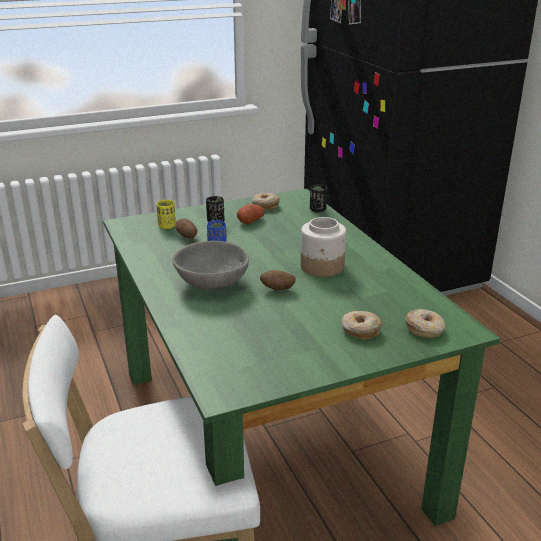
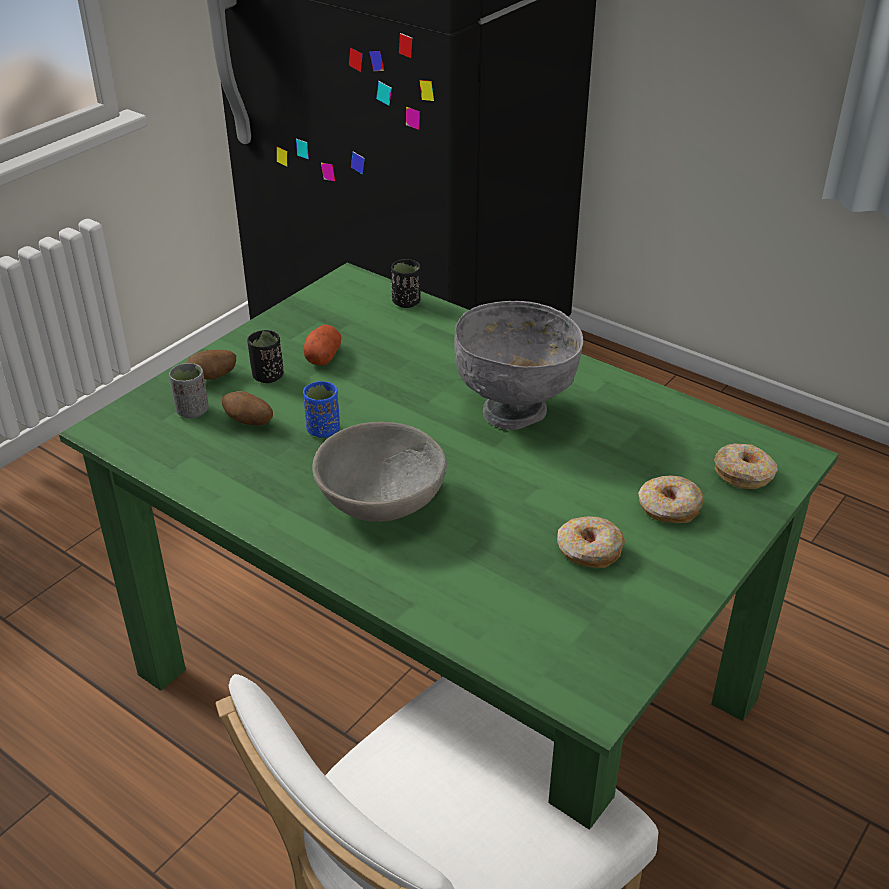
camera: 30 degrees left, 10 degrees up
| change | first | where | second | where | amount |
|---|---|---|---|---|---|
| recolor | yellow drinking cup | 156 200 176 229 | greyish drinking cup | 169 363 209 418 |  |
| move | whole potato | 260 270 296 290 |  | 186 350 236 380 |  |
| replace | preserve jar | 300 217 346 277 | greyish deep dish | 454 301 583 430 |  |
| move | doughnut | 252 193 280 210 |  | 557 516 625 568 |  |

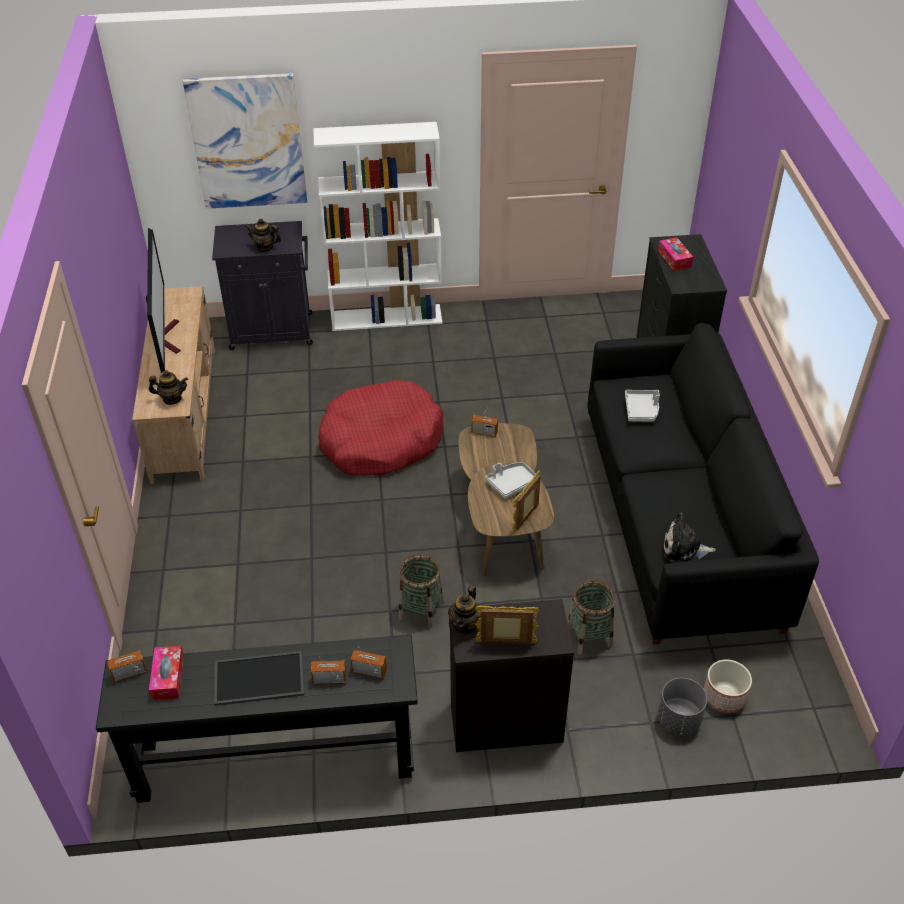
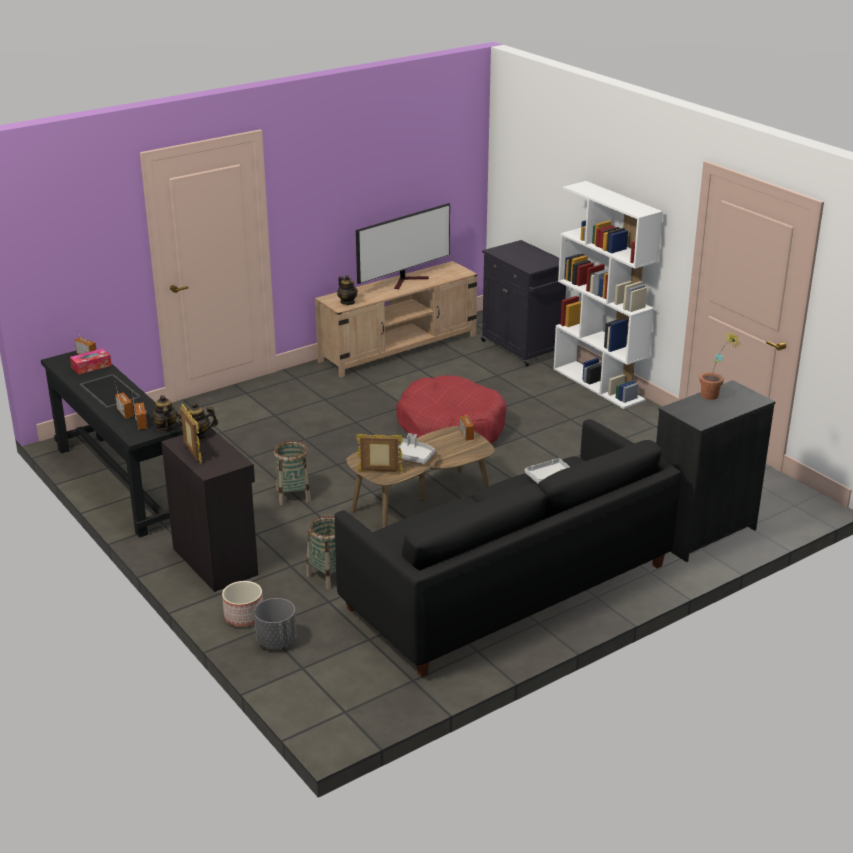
camera: 60 degrees right, 15 degrees down
| change | first | where | second | where | amount |
|---|---|---|---|---|---|
| move | pot for tea | 245 219 281 252 |  | 151 395 178 432 |  |
| move | plant pot | 704 659 752 713 |  | 222 581 263 627 |  |
| replace | box of tissues | 658 237 693 271 | houseplant | 699 331 741 400 |  |
| delete | wall art | 183 73 307 209 |  |  |  |
| delete | soft toy | 663 513 716 563 |  |  |  |

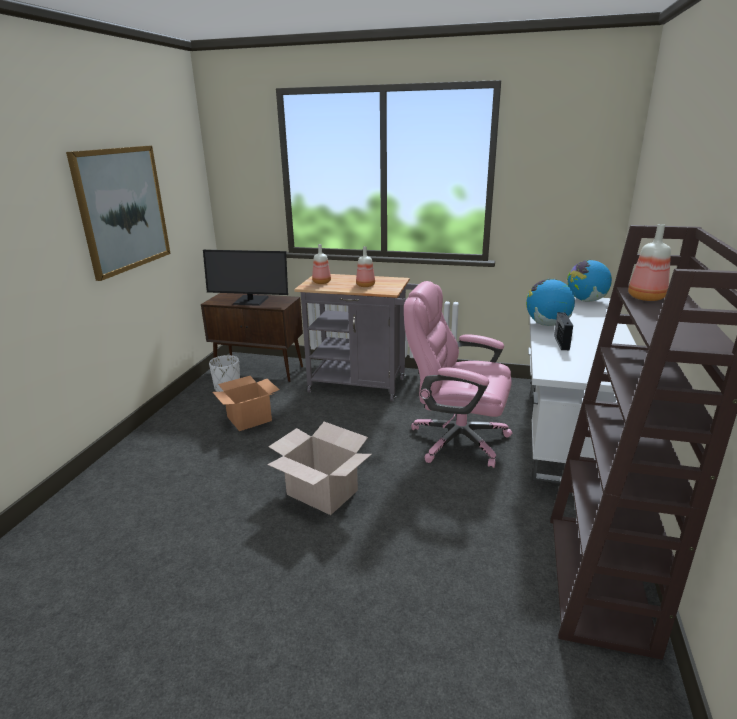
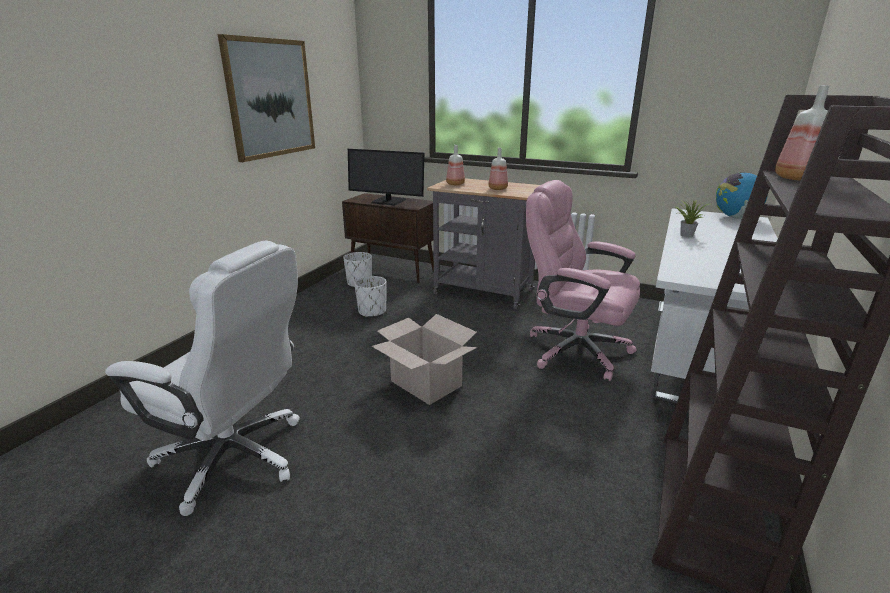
camera: 10 degrees right, 0 degrees up
| change | first | where | second | where | amount |
|---|---|---|---|---|---|
| insert |  |  | white desk chair | 105 241 300 516 |  |
| replace | carton | 212 376 280 431 | white plant pot | 354 276 387 317 |  |
| replace | desk globe | 526 279 575 326 | houseplant | 674 200 709 237 |  |
| delete | radio set | 554 312 573 350 |  |  |  |

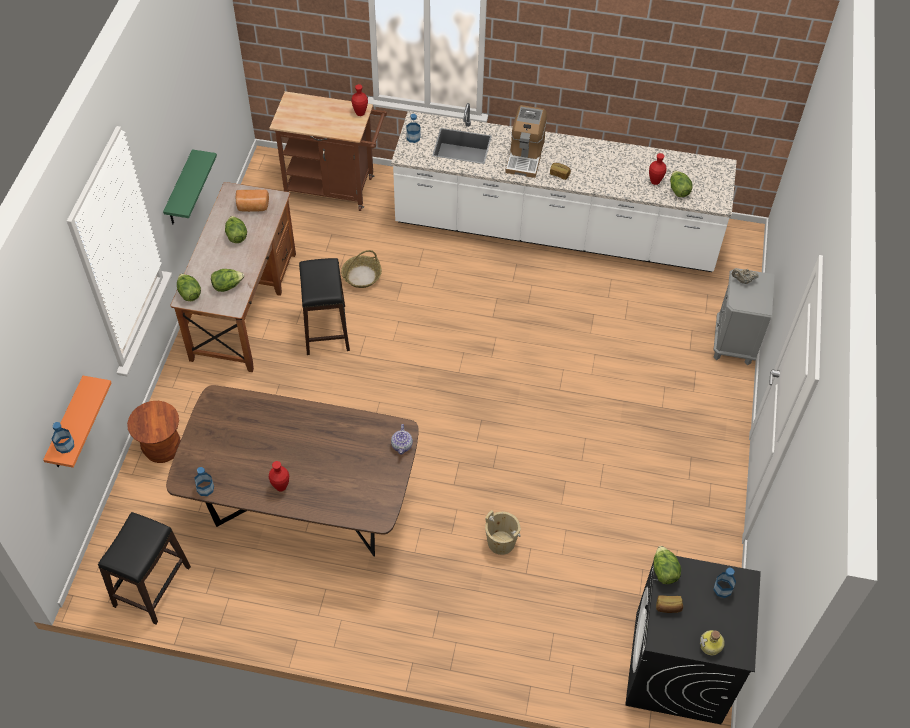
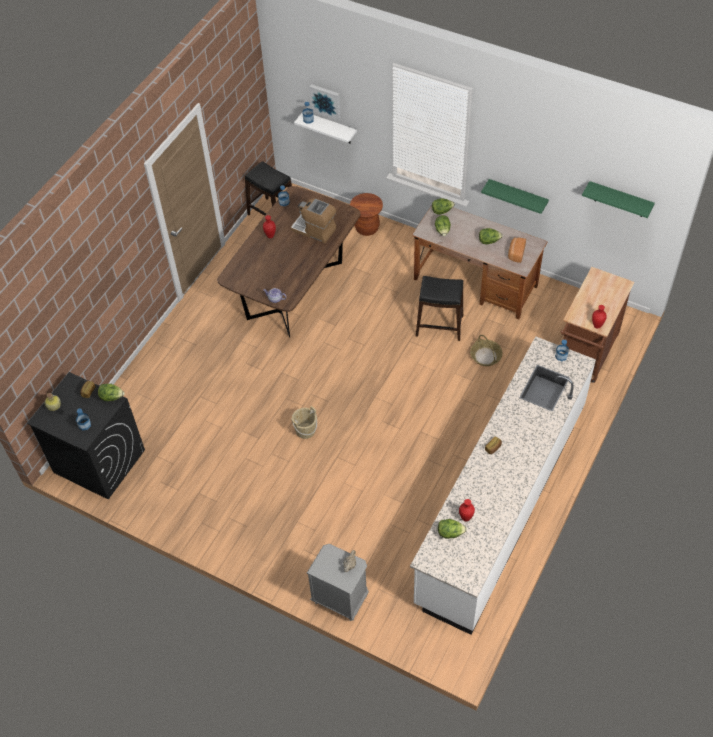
camera: 110 degrees right, 0 degrees up
| change | first | where | second | where | amount |
|---|---|---|---|---|---|
| move | coffee machine | 505 105 547 178 |  | 290 198 336 244 |  |
| move | beige-coloured bucket | 485 510 521 555 |  | 291 406 317 439 |  |
| recolor | orange-coloured wall shelf | 43 376 111 468 | white wall shelf | 294 113 357 143 |  |
| insert |  |  | wall art | 309 84 341 120 |  |
| insert |  |  | green-coloured wall shelf | 582 181 655 218 |  |

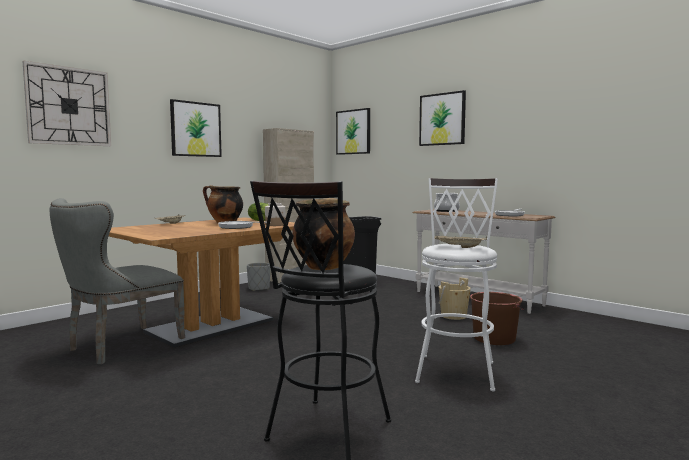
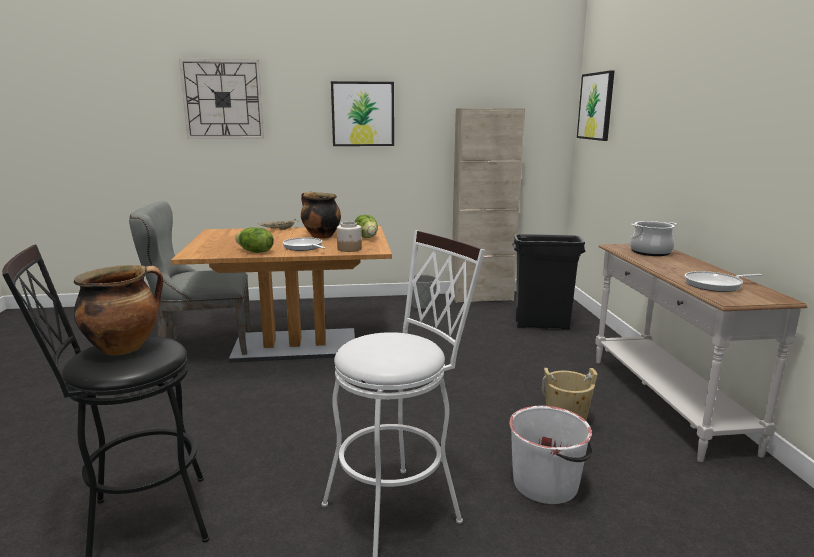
camera: 40 degrees right, 10 degrees up
| change | first | where | second | where | amount |
|---|---|---|---|---|---|
| insert |  |  | lettuce head | 235 227 274 253 |  |
| recolor | brown-coloured bucket | 470 292 524 345 | white bucket | 509 406 592 504 |  |
| delete | wall art | 419 90 466 146 |  |  |  |
| delete | beige-coloured serving tray | 434 235 487 248 |  |  |  |

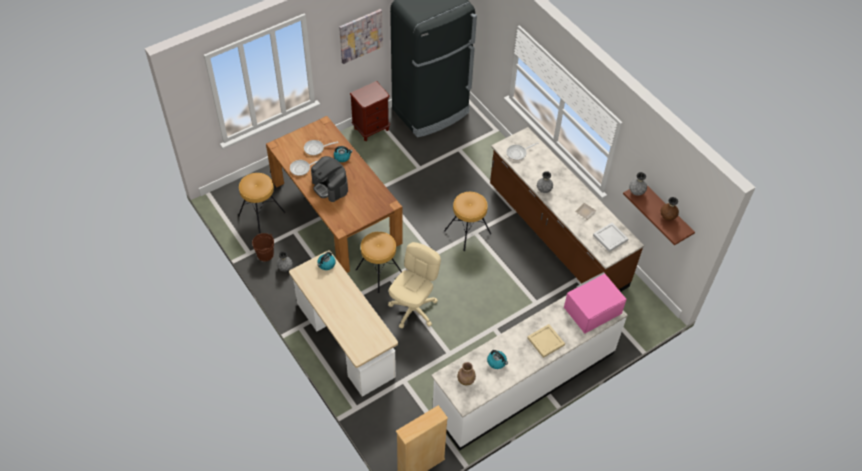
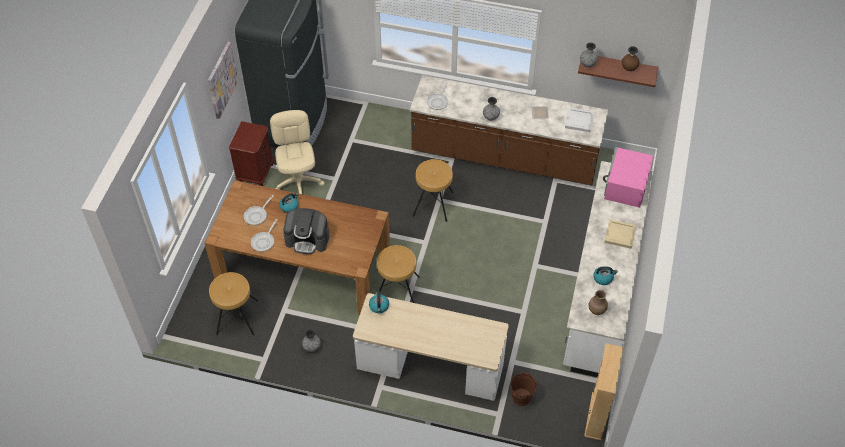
camera: 40 degrees left, 0 degrees up
| change | first | where | second | where | amount |
|---|---|---|---|---|---|
| move | beige-coloured desk chair | 388 242 441 329 |  | 270 110 325 194 |  |
| move | brown-coloured bucket | 252 233 274 261 |  | 511 371 537 406 |  |

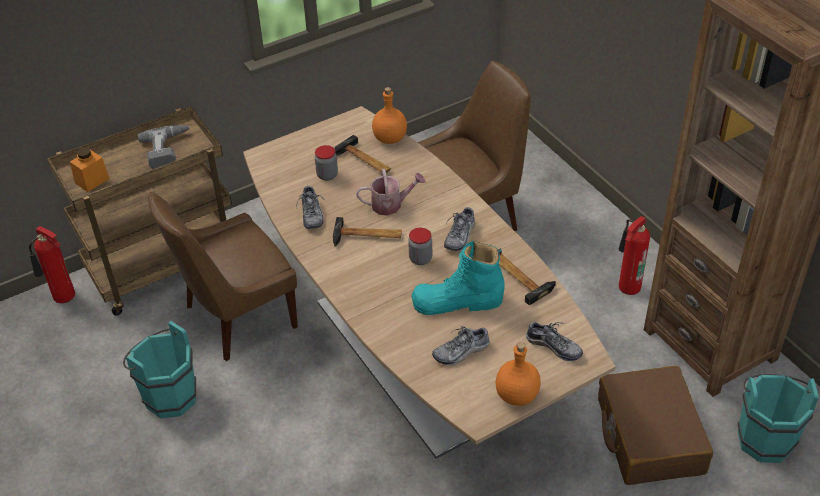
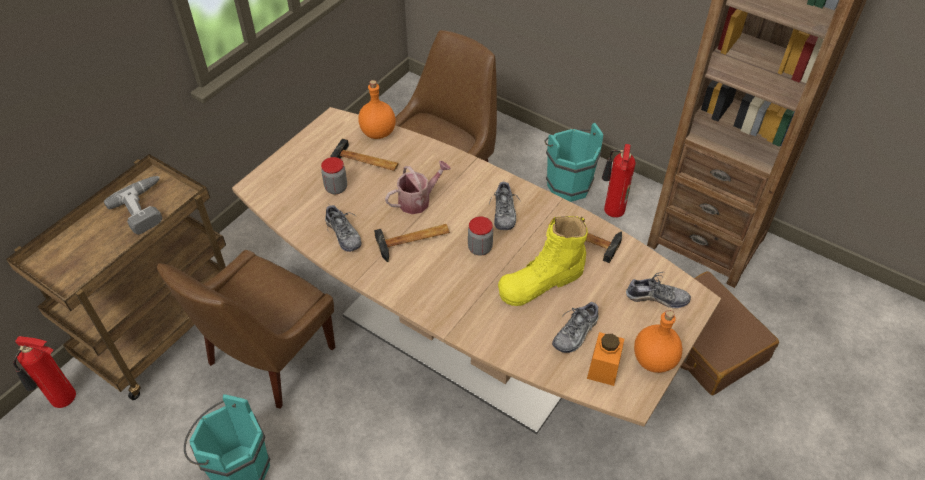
camera: 25 degrees left, 5 degrees up
| change | first | where | second | where | amount |
|---|---|---|---|---|---|
| recolor | blue-green high-top boot | 412 241 505 315 | yellow high-top boot | 498 216 588 306 |  |
| move | blue-green bucket | 738 374 819 463 |  | 545 123 603 202 |  |
| move | orange-coloured preserve jar | 70 147 110 192 |  | 587 332 624 386 |  |

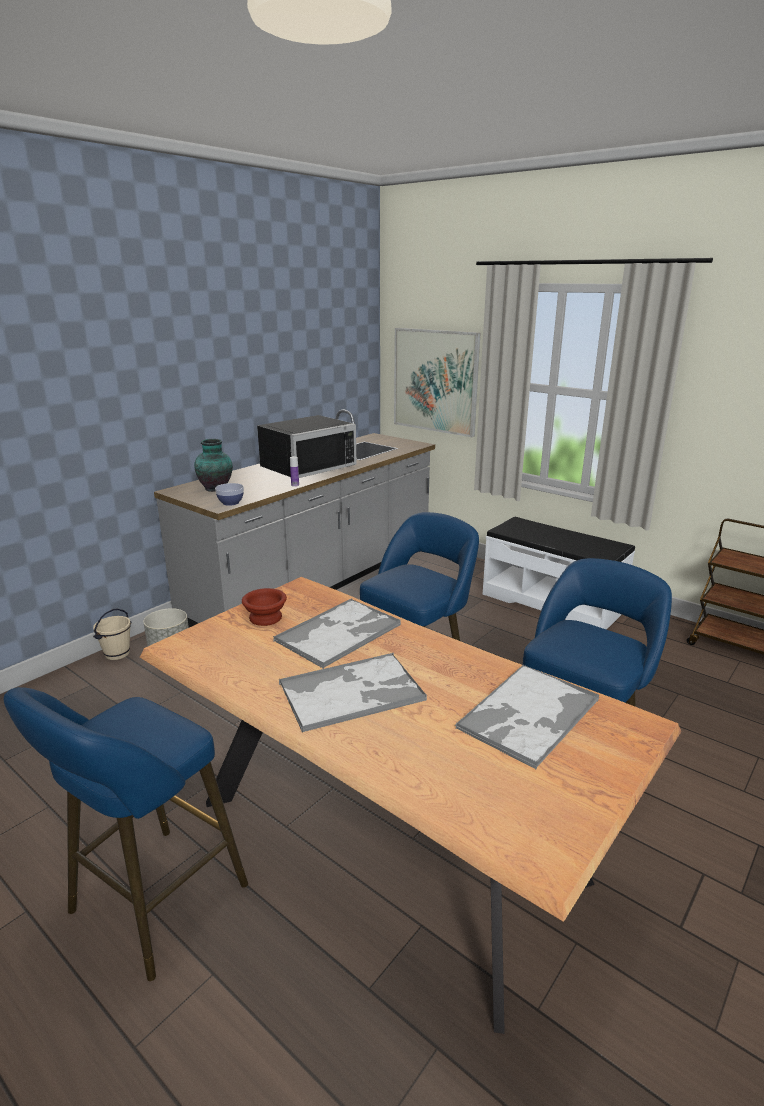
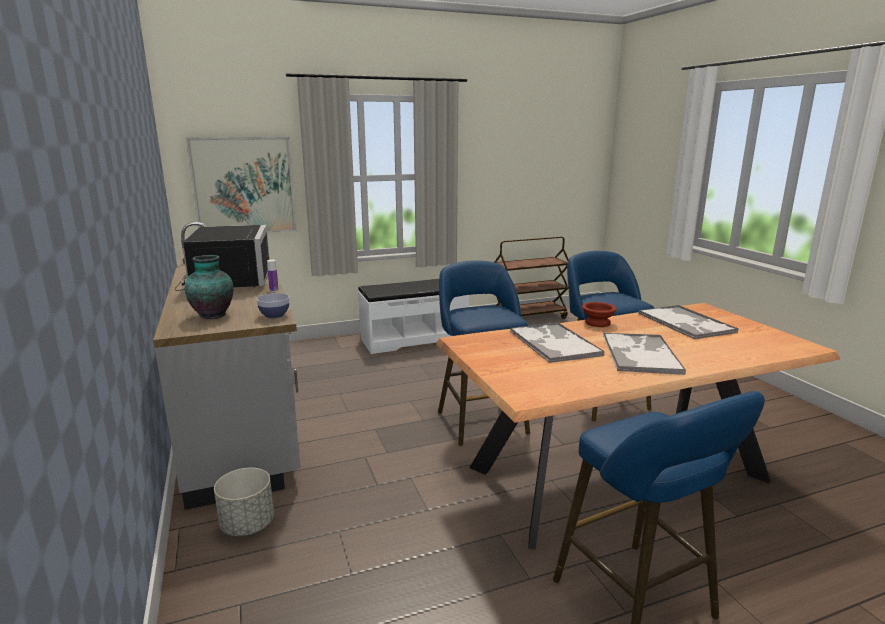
camera: 60 degrees left, 5 degrees down
| change | first | where | second | where | amount |
|---|---|---|---|---|---|
| move | brown-coloured deep dish | 242 588 287 626 |  | 582 302 617 327 |  |
| delete | beige-coloured bucket | 93 609 131 660 |  |  |  |

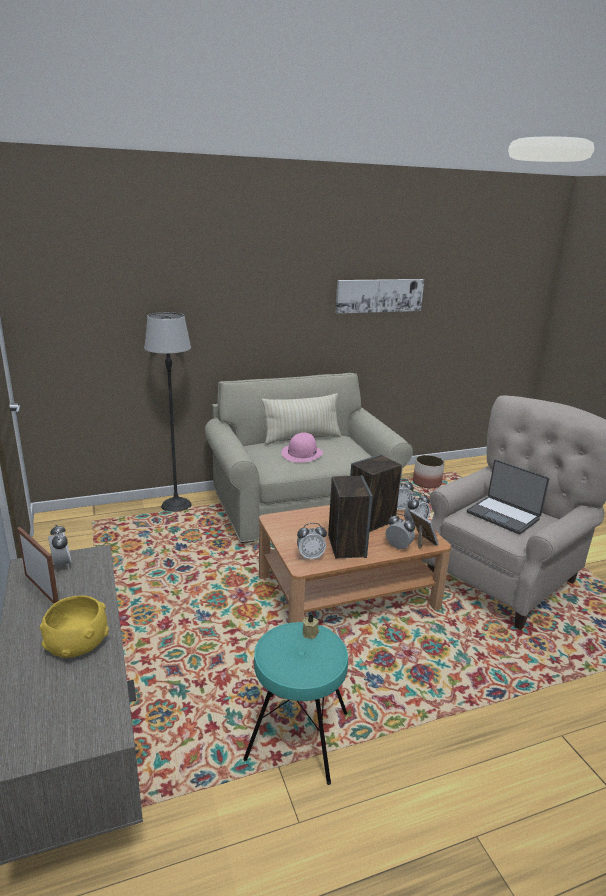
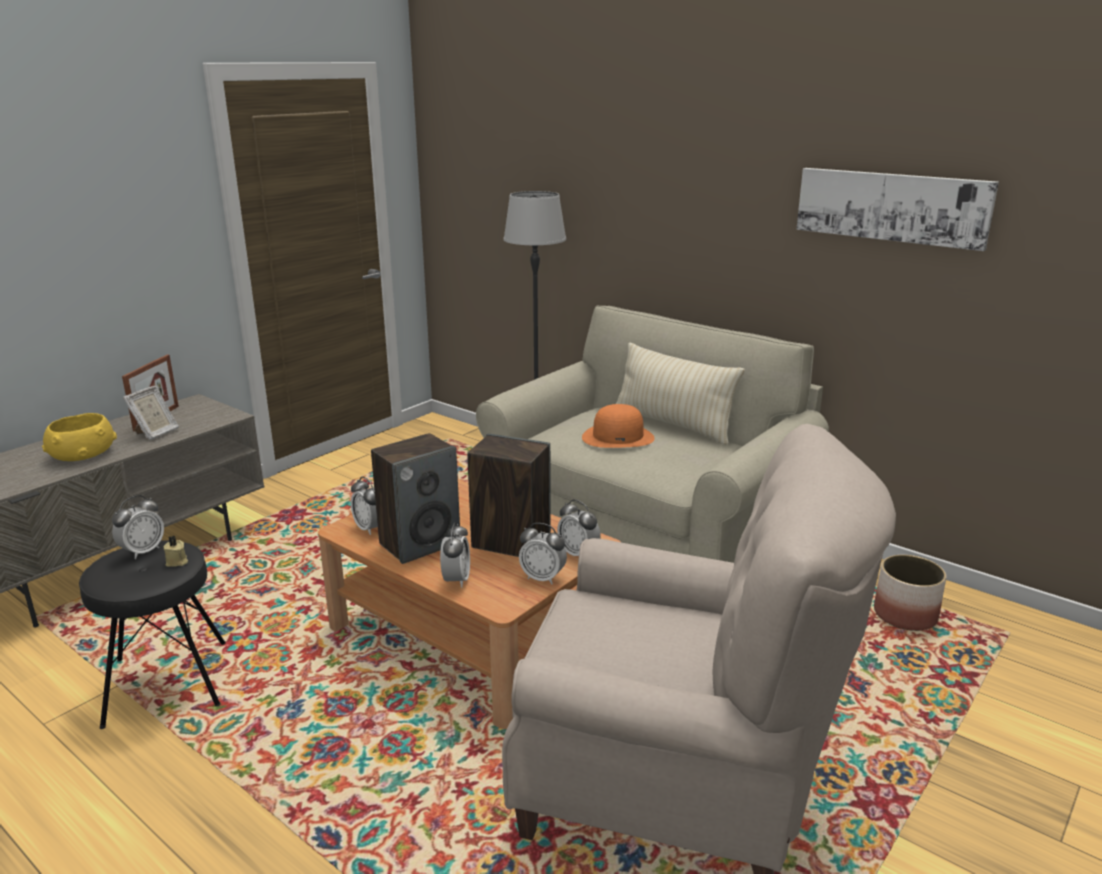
camera: 60 degrees right, 0 degrees up
| change | first | where | second | where | amount |
|---|---|---|---|---|---|
| recolor | blue-green stool seat | 243 622 348 785 | black stool seat | 79 540 226 729 |  |
| move | table clock | 48 524 72 569 |  | 112 495 164 559 |  |
| move | standing frame | 409 510 439 549 |  | 123 385 179 440 |  |
| recolor | pink-coloured hat | 282 433 323 463 | orange-coloured hat | 582 404 654 448 |  |
| delete | notebook computer | 467 459 549 534 |  |  |  |

